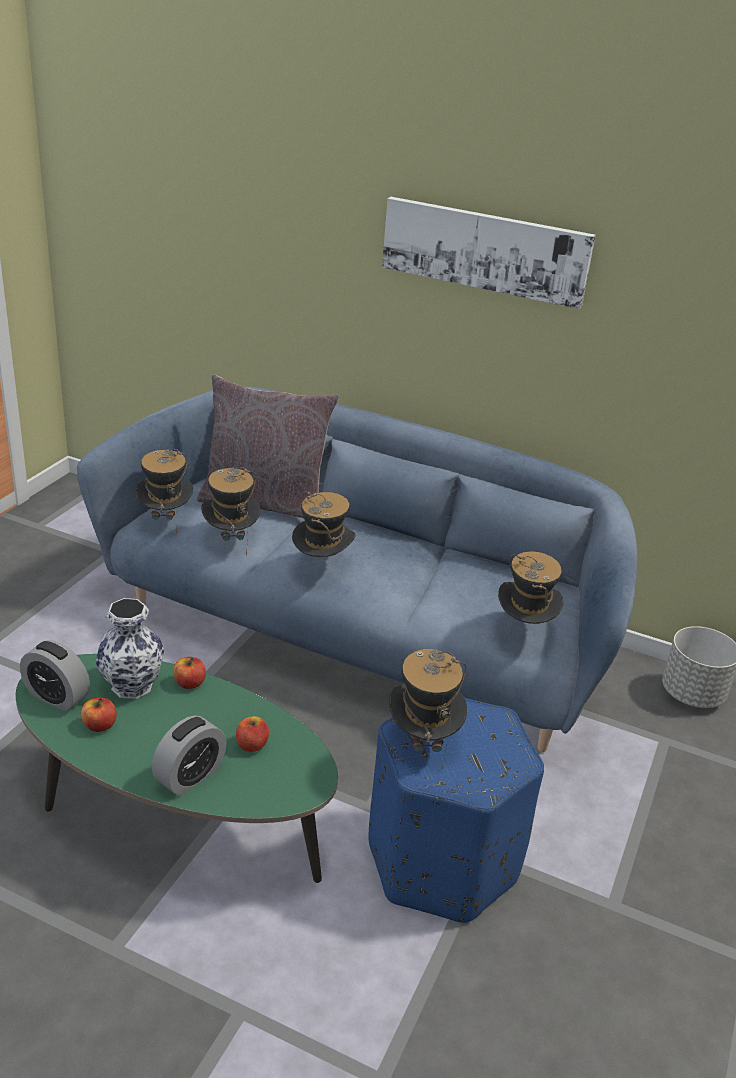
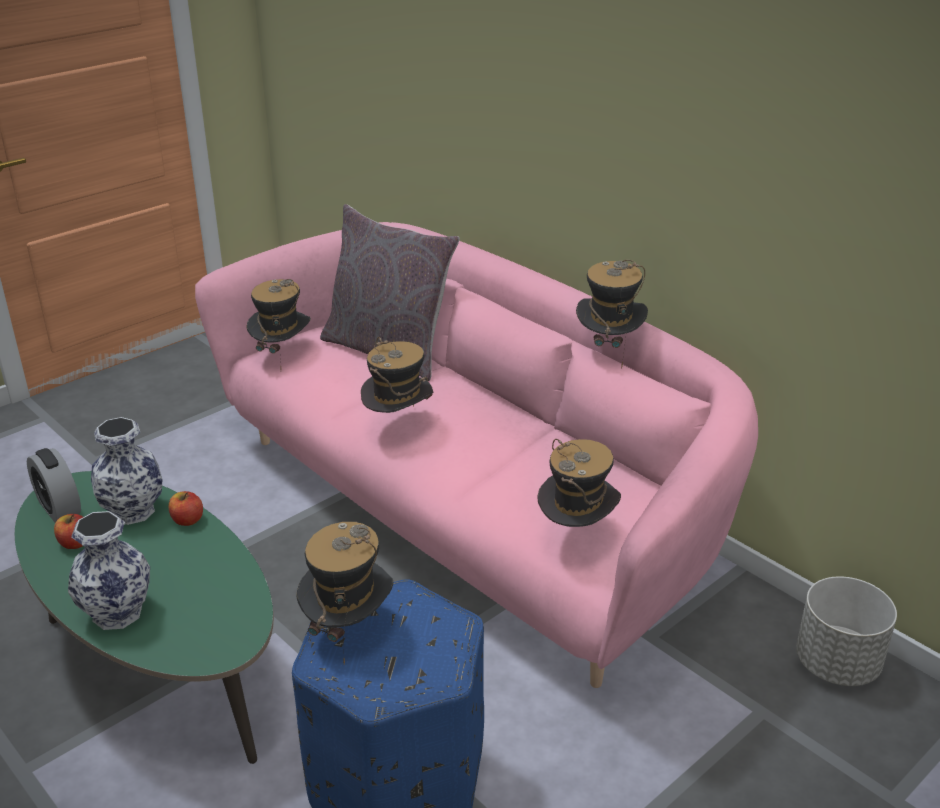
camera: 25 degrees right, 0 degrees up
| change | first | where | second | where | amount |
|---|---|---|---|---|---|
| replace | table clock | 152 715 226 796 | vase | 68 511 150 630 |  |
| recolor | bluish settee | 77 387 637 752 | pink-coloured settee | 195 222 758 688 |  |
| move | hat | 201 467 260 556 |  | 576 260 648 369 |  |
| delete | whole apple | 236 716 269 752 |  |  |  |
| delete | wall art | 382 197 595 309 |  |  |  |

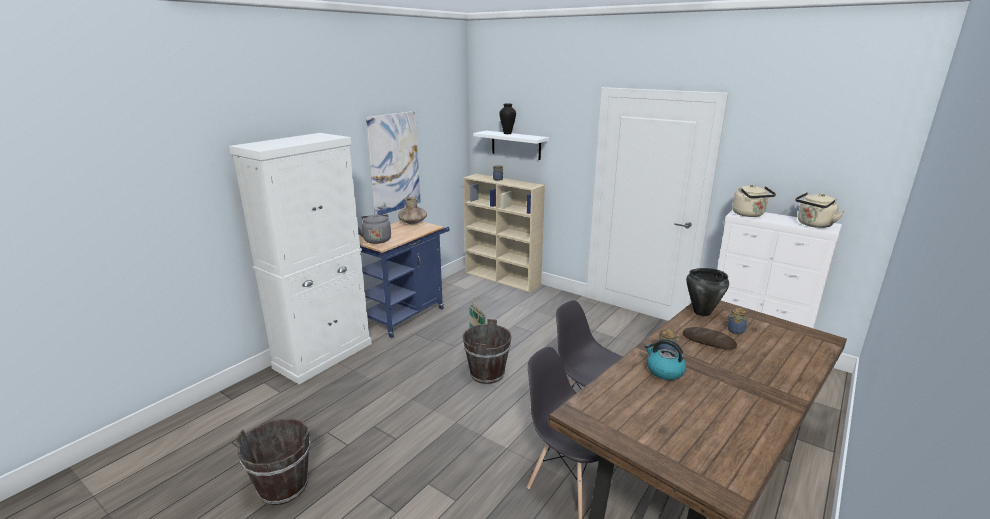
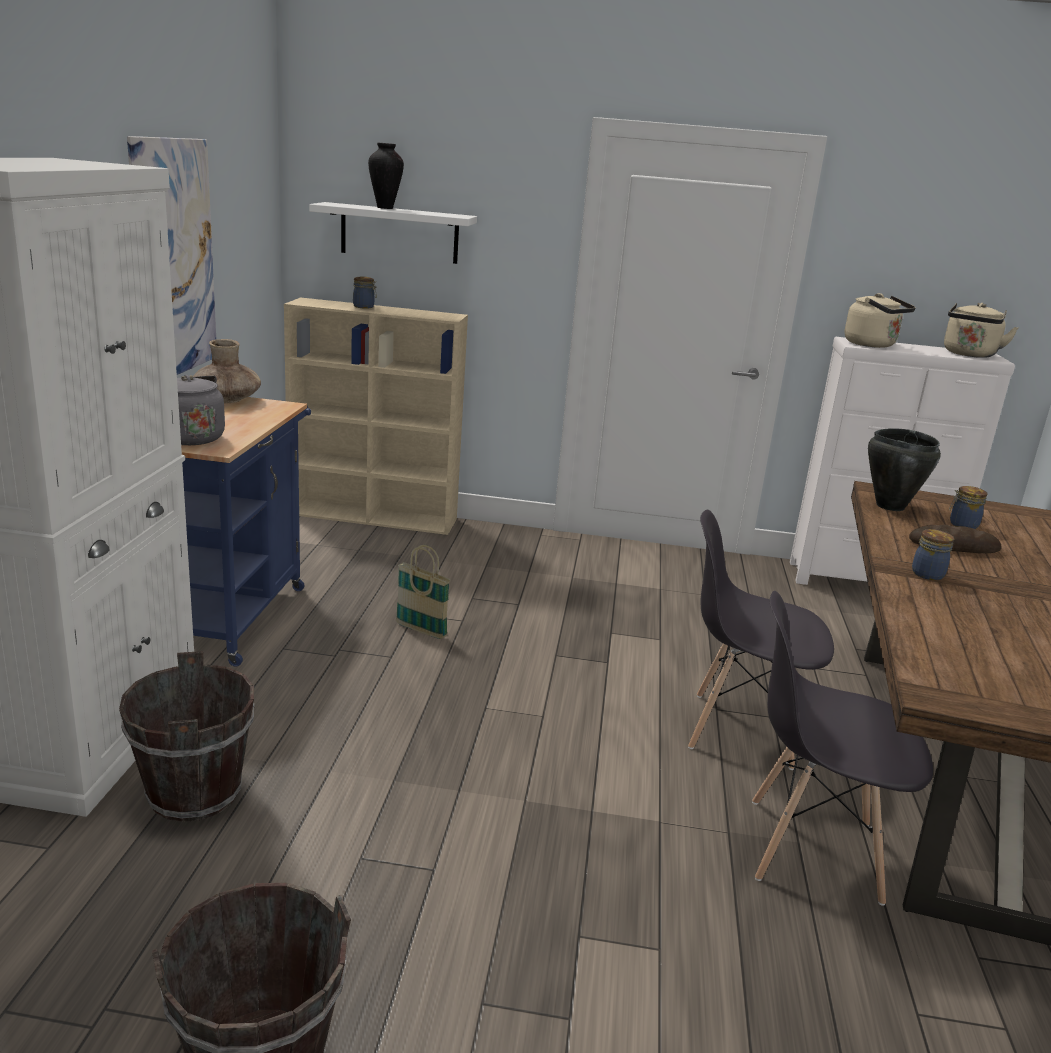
camera: 30 degrees left, 0 degrees up
| change | first | where | second | where | amount |
|---|---|---|---|---|---|
| move | brown-coloured bucket | 463 319 512 384 |  | 119 651 254 822 |  |
| delete | water kettle | 645 339 686 380 |  |  |  |

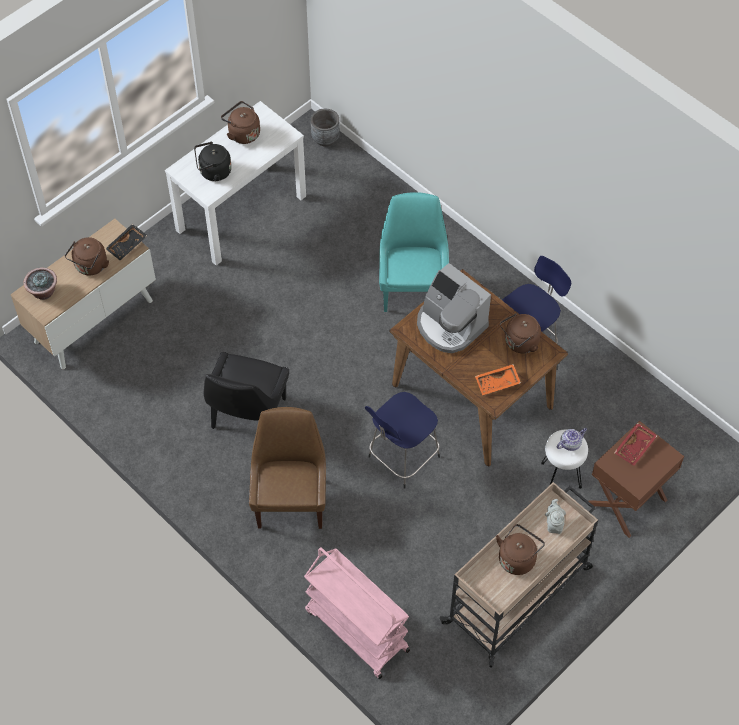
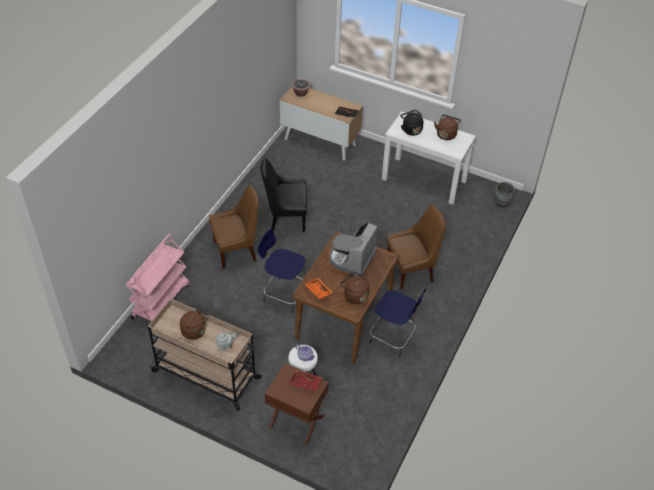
camera: 70 degrees right, 10 degrees down
| change | first | where | second | where | amount |
|---|---|---|---|---|---|
| recolor | blue-green upright chair | 379 192 449 312 | brown-coloured upright chair | 387 205 446 289 |  |
| delete | brown-coloured water kettle | 65 237 109 276 |  |  |  |

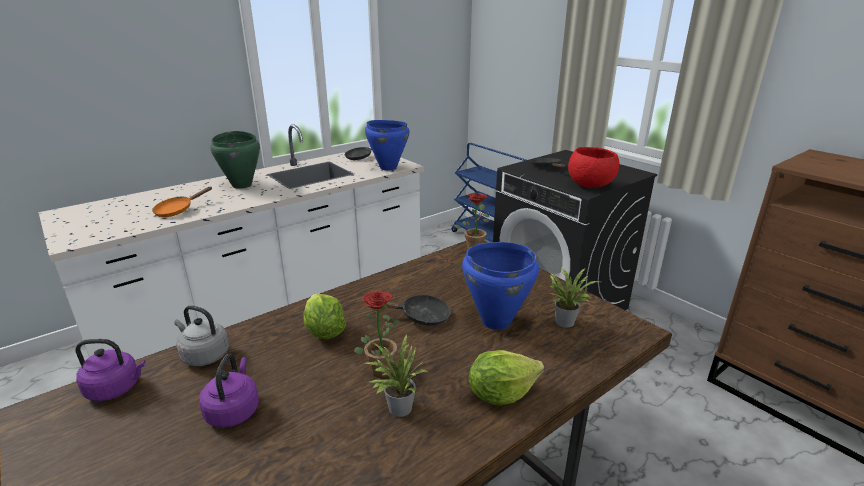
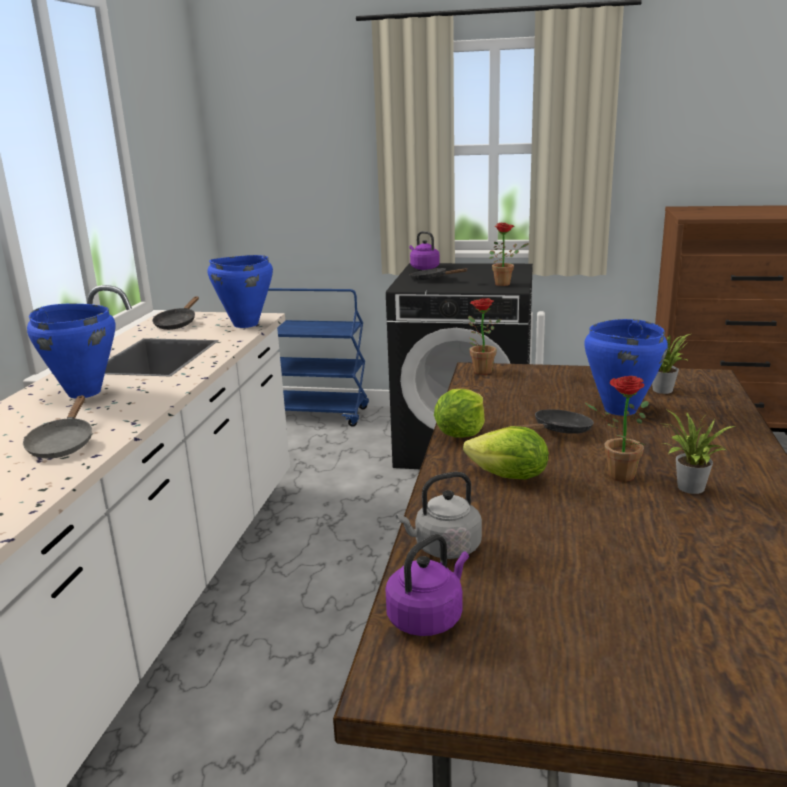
camera: 40 degrees left, 5 degrees down
| change | first | where | second | where | amount |
|---|---|---|---|---|---|
| recolor | orange-coloured skillet | 152 187 212 217 | greyish skillet | 23 395 92 458 |  |
| recolor | green-coloured stockpot | 210 131 260 189 | bluish stockpot | 27 304 115 399 |  |
| move | purple-coloured water kettle | 199 354 259 428 |  | 409 231 440 270 |  |
| move | lettuce head | 469 350 544 405 |  | 434 389 485 438 |  |
| replace | red deep dish | 568 147 619 188 | houseplant | 489 222 529 286 |  |

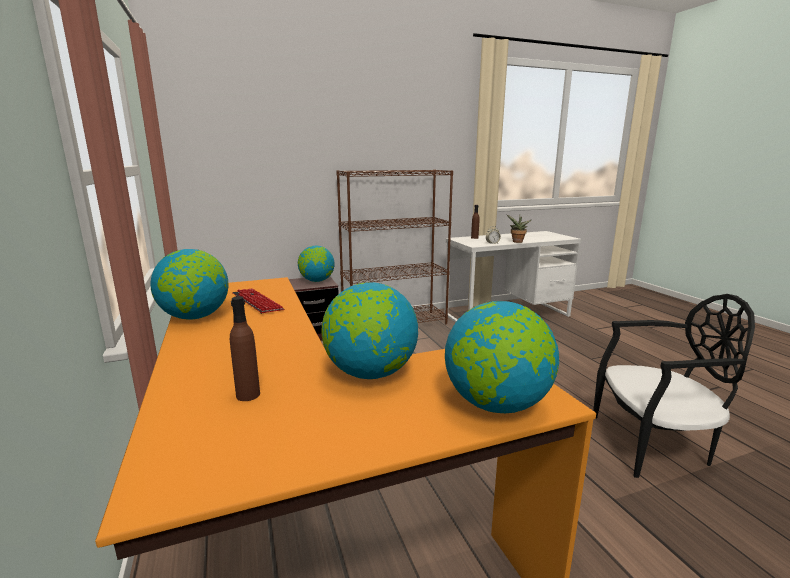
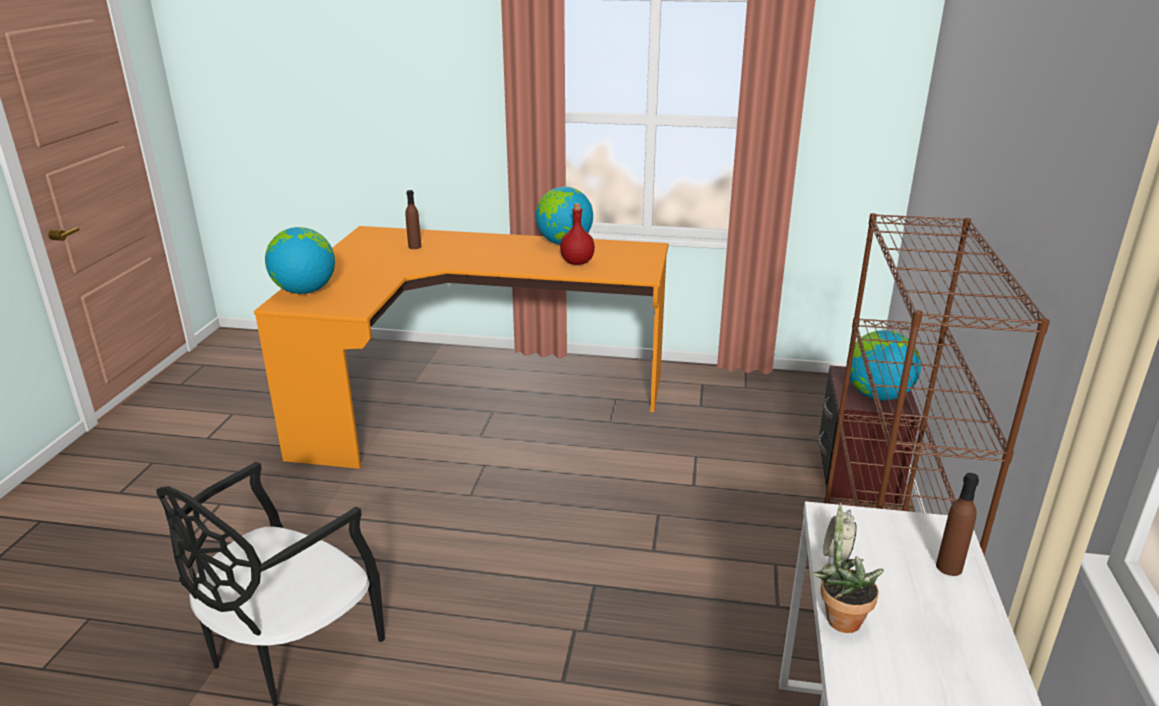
camera: 120 degrees right, 10 degrees up
| change | first | where | second | where | amount |
|---|---|---|---|---|---|
| replace | PC keyboard | 232 289 284 314 | red bottle | 560 203 595 265 |  |
| delete | desk globe | 322 282 418 379 |  |  |  |

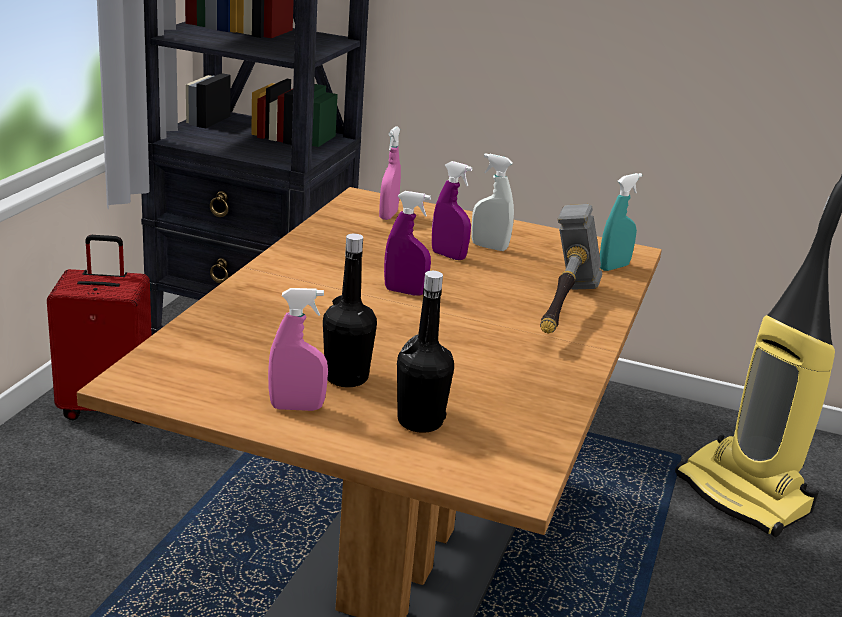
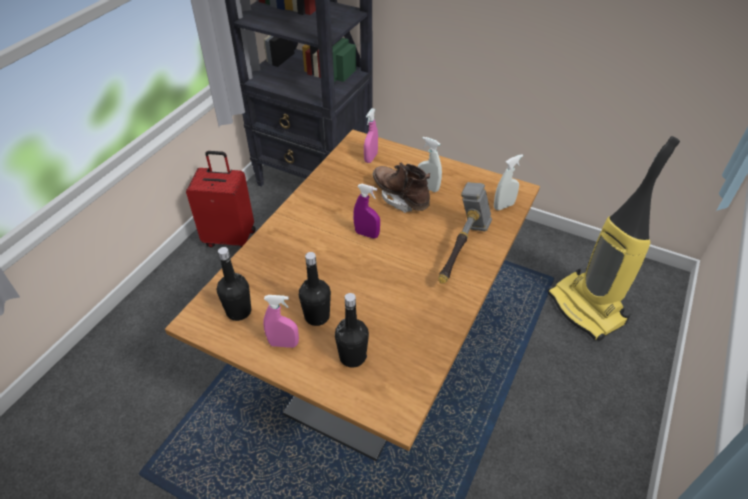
camera: 10 degrees right, 20 degrees up
| change | first | where | second | where | amount |
|---|---|---|---|---|---|
| insert |  |  | black bottle | 217 247 251 321 |  |
| replace | purple-coloured sprayer | 432 161 473 260 | brown-coloured high-top boot | 372 163 430 213 |  |
| recolor | blue-green sprayer | 600 173 642 271 | white sprayer | 494 154 523 210 |  |

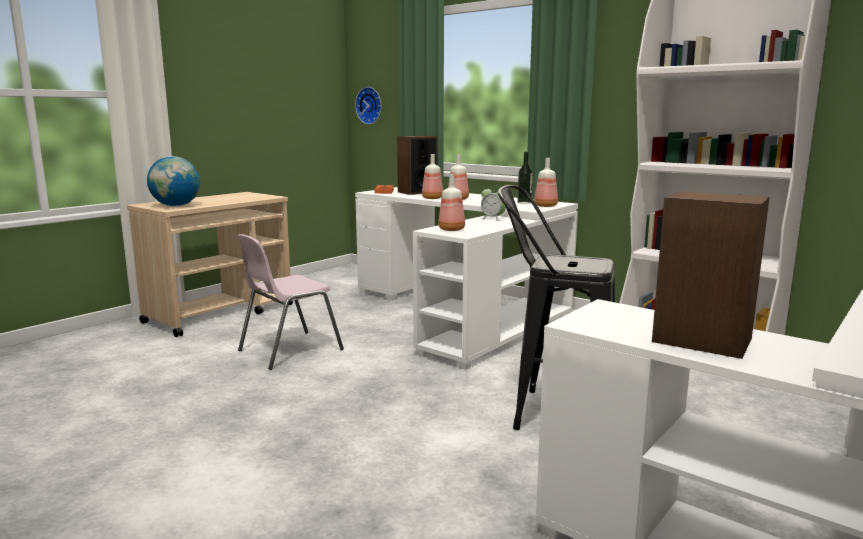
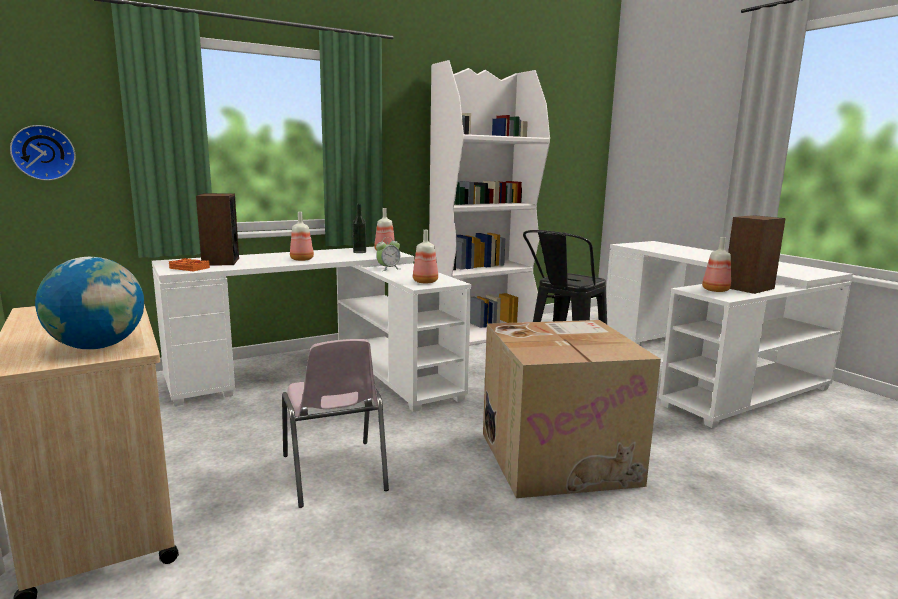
camera: 70 degrees left, 0 degrees up
| change | first | where | second | where | amount |
|---|---|---|---|---|---|
| insert |  |  | carton | 483 320 661 498 |  |
| move | bottle | 422 154 443 199 |  | 702 237 731 292 |  |

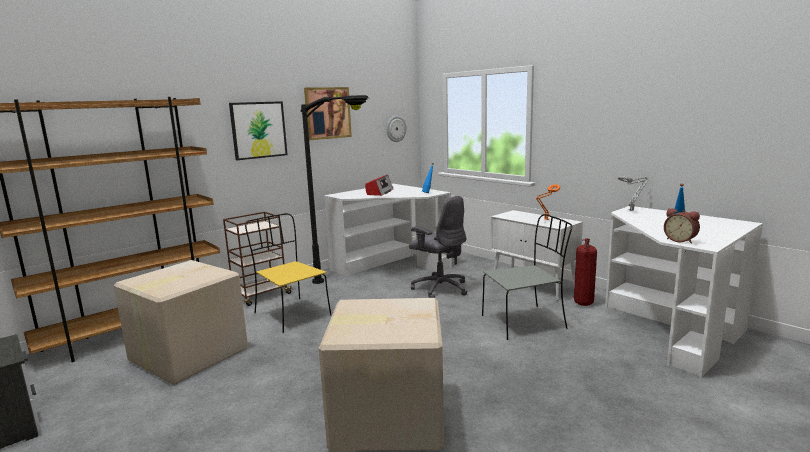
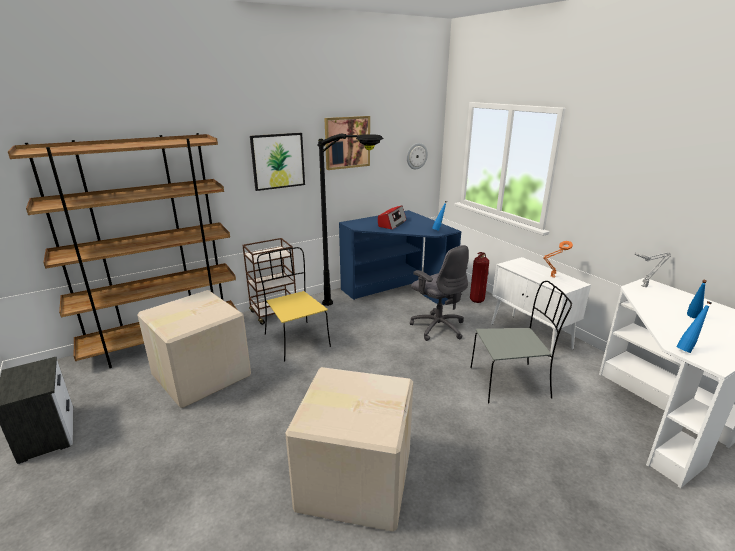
camera: 10 degrees right, 10 degrees up
| change | first | where | second | where | amount |
|---|---|---|---|---|---|
| recolor | white desk unit | 324 184 452 276 | bluish desk unit | 339 210 461 305 |  |
| move | fire extinguisher | 574 238 597 306 |  | 470 252 489 303 |  |
| replace | table clock | 664 208 700 244 | bluish bottle | 676 301 712 353 |  |

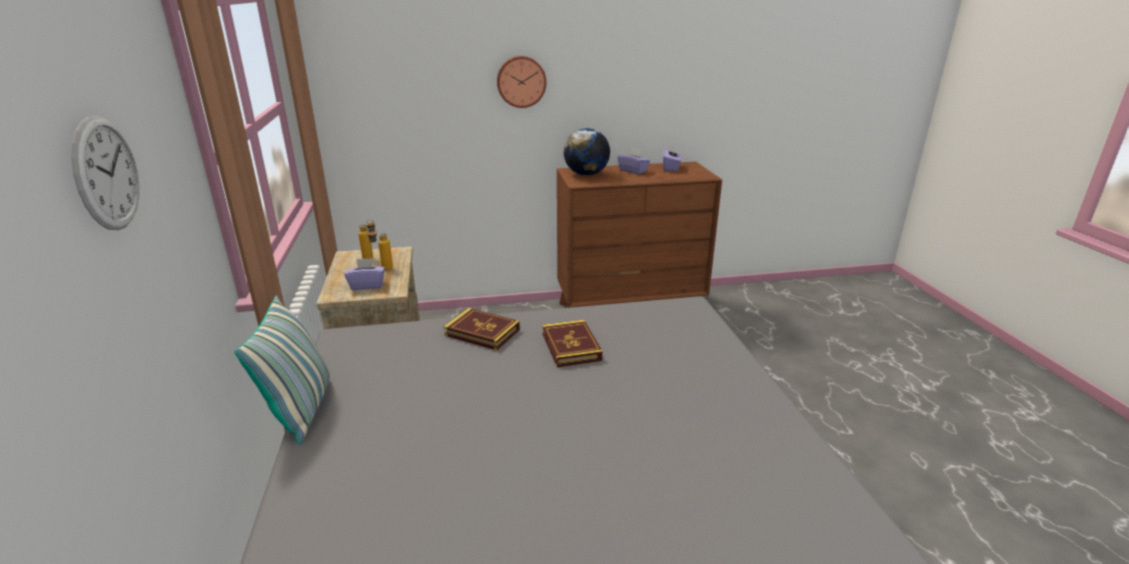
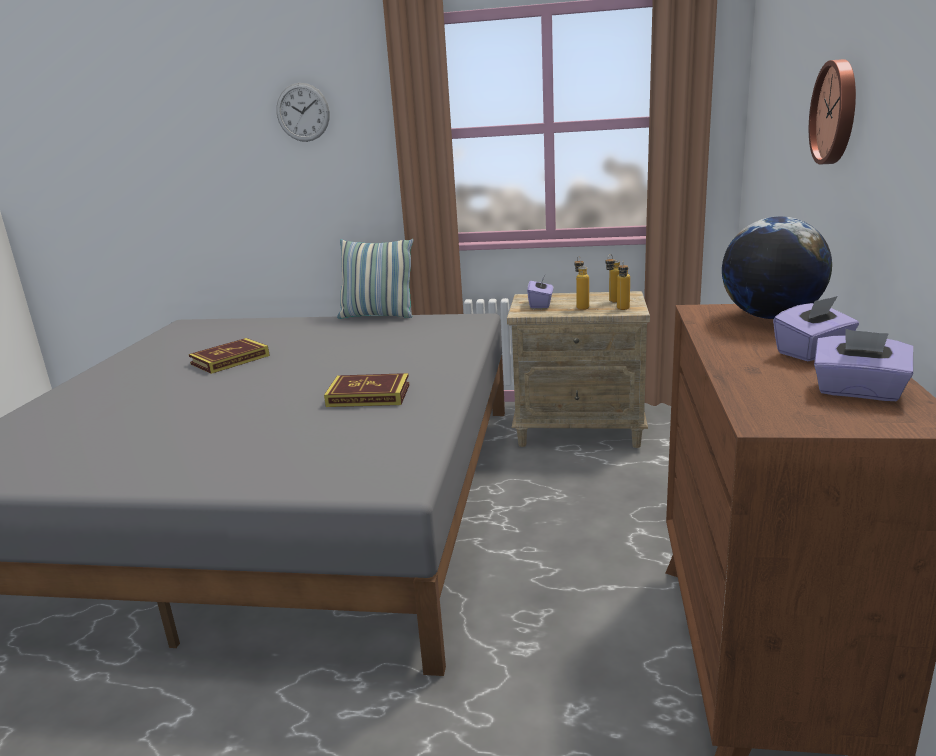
camera: 110 degrees right, 5 degrees down
| change | first | where | second | where | amount |
|---|---|---|---|---|---|
| move | book | 444 308 520 350 |  | 189 338 270 374 |  |
| insert |  |  | bottle | 617 260 630 310 |  |

